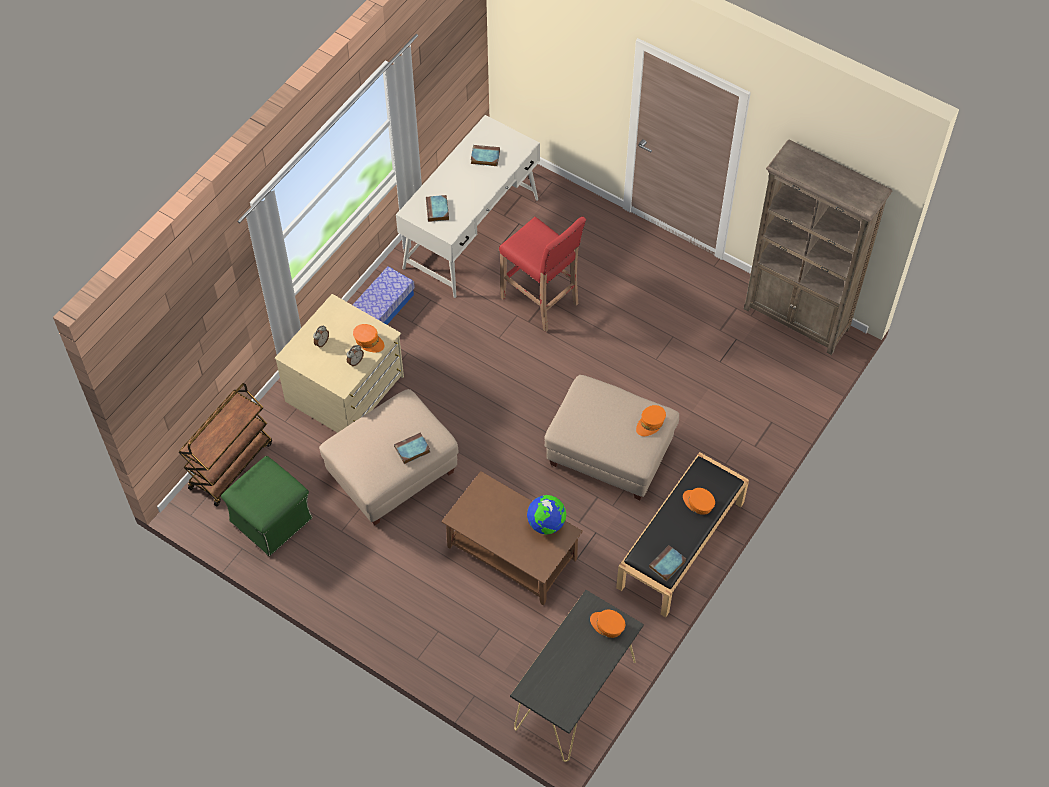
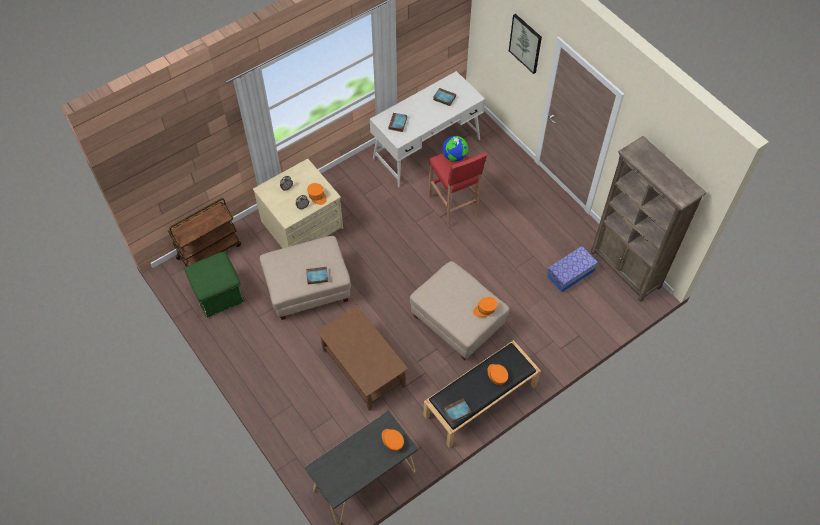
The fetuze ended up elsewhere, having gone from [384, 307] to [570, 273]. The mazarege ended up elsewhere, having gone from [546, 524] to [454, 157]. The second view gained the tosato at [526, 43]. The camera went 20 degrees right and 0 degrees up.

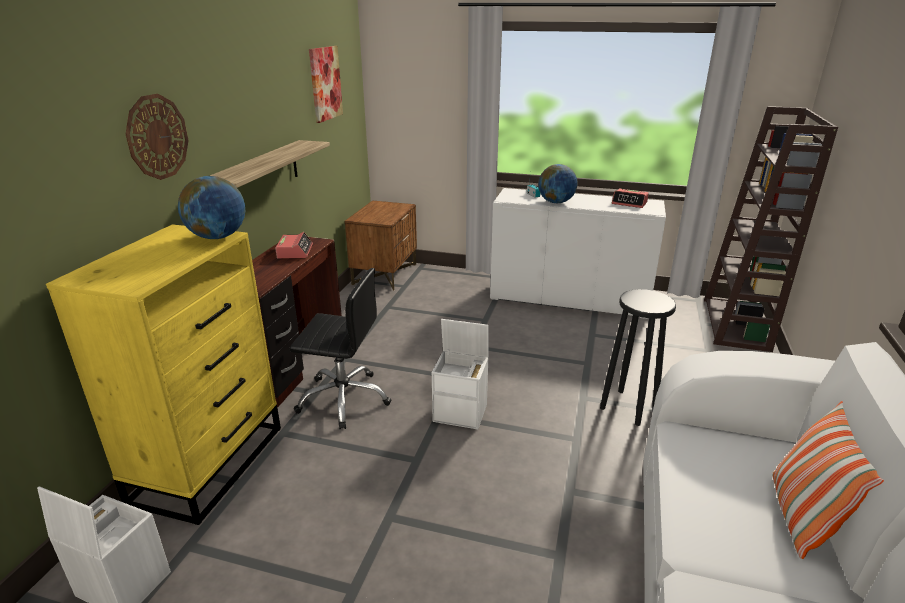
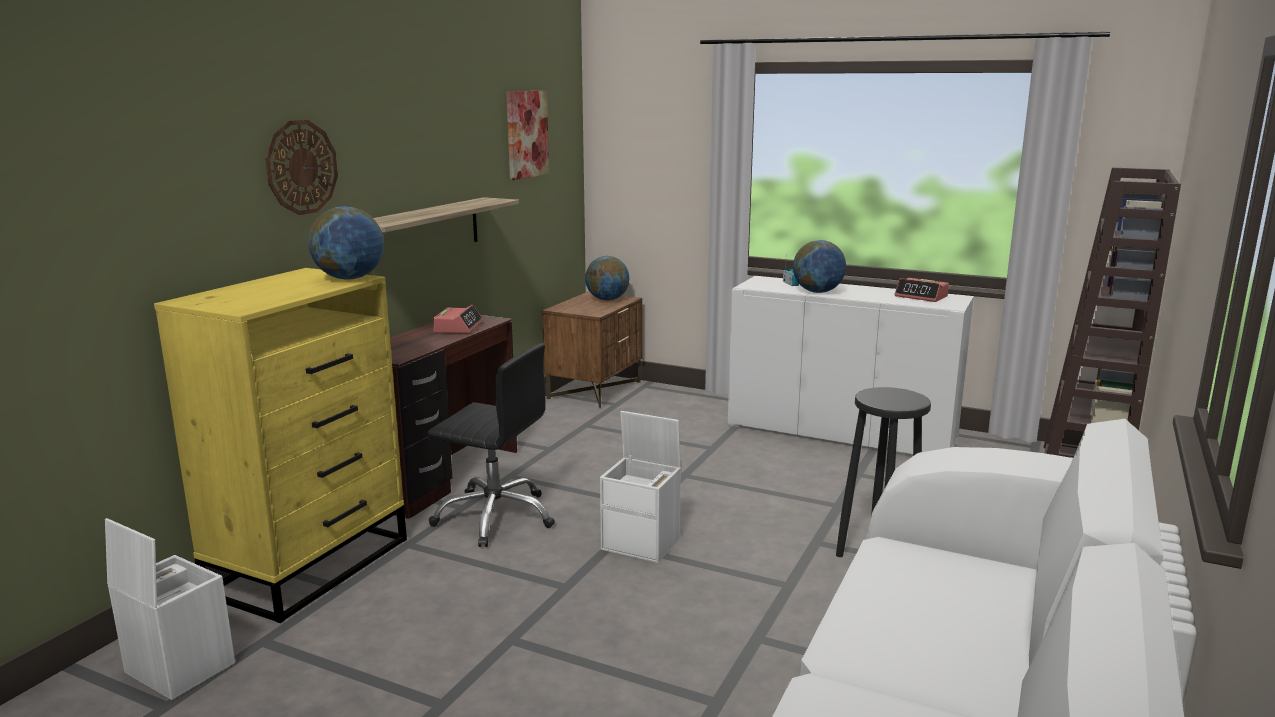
The second view lost the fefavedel at [801, 517]. The second view gained the mazarege at [607, 299]. The camera went 10 degrees right and 10 degrees down.

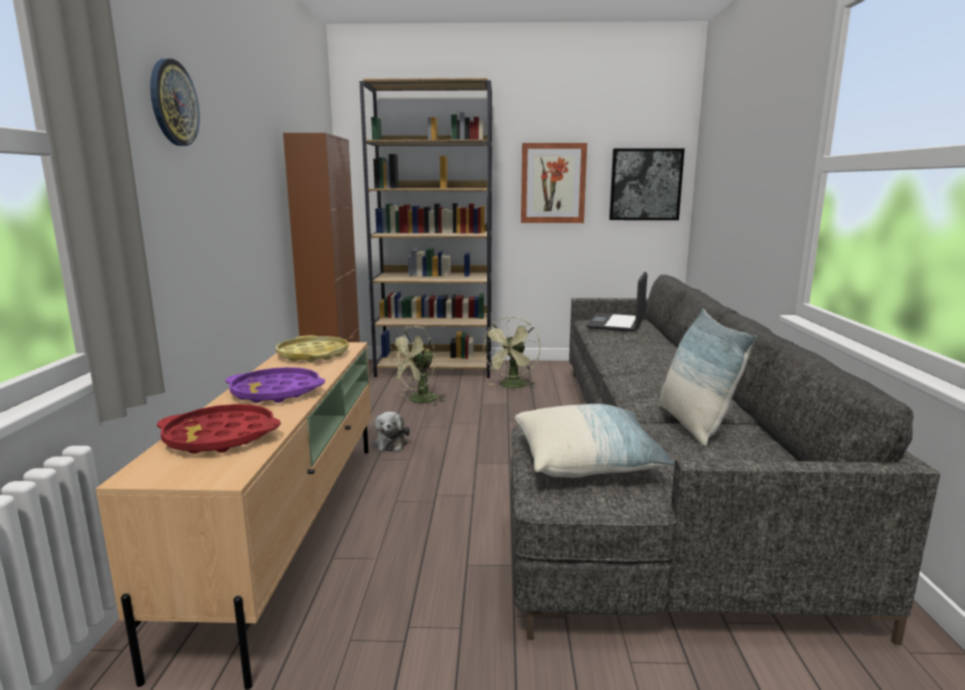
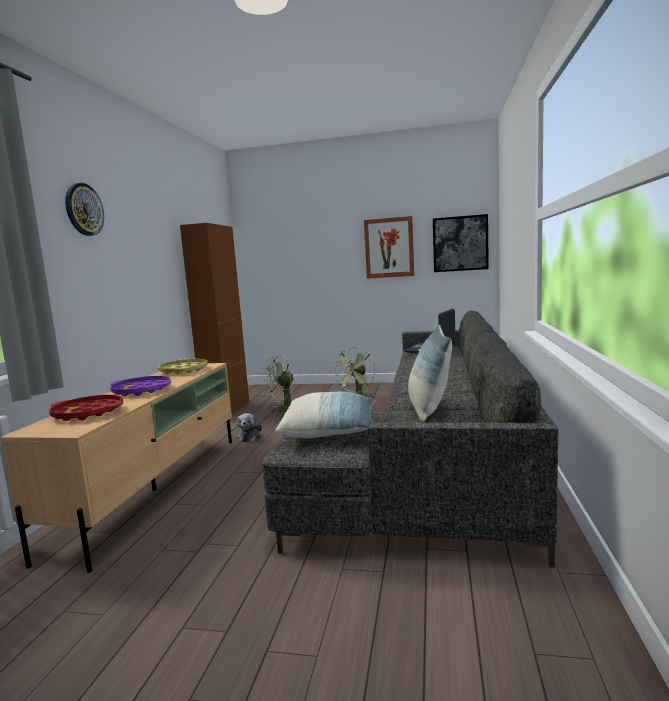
The second view lost the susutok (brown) at [435, 368]. The camera went 10 degrees right and 5 degrees down.

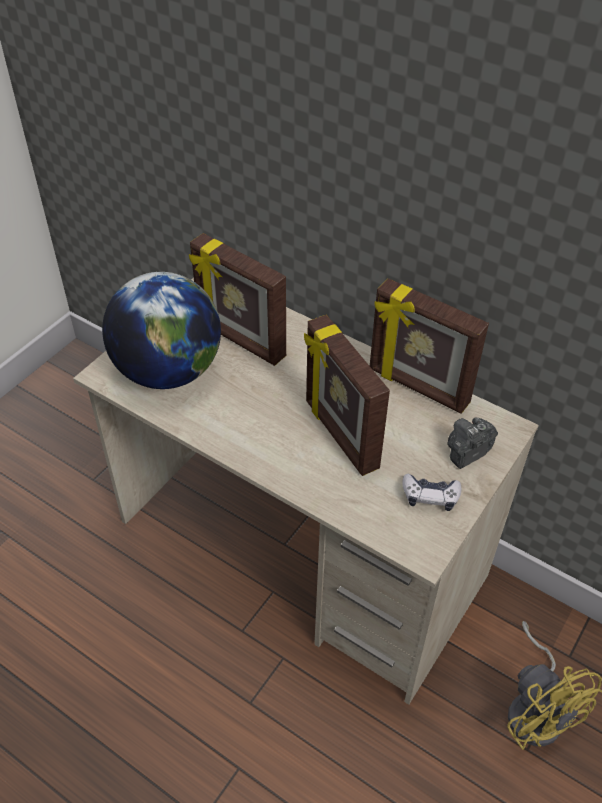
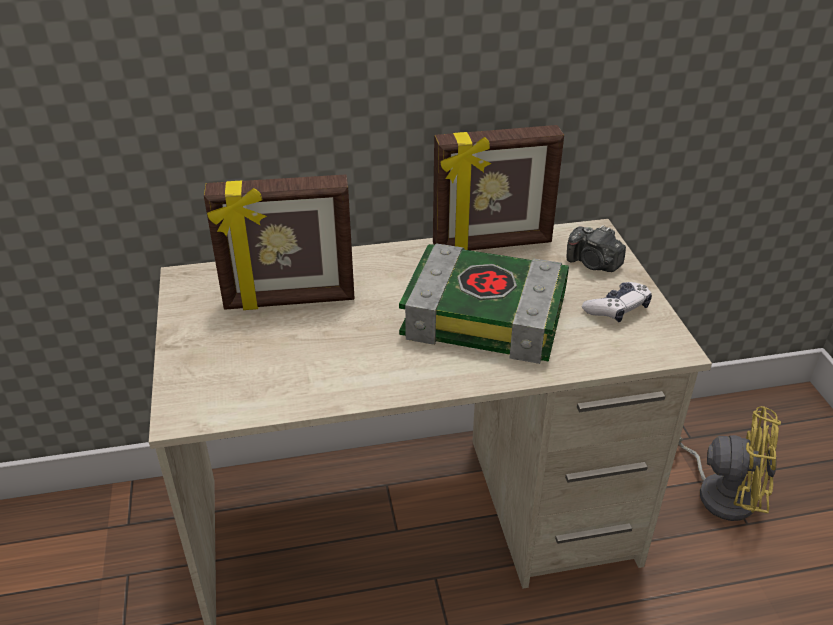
The second view lost the mazarege at [168, 371]. Where the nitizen stood at [339, 435], the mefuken came to stand at [487, 314]. The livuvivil at [467, 452] ended up facing another way, 60 degrees counterclockwise from before. The camera went 45 degrees left and 10 degrees down.

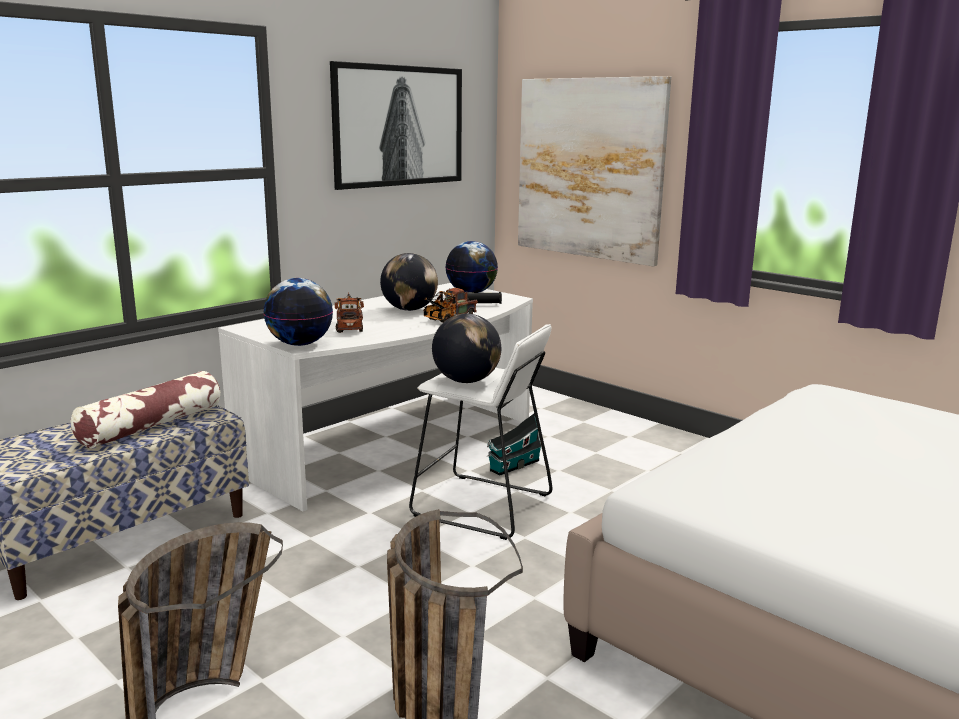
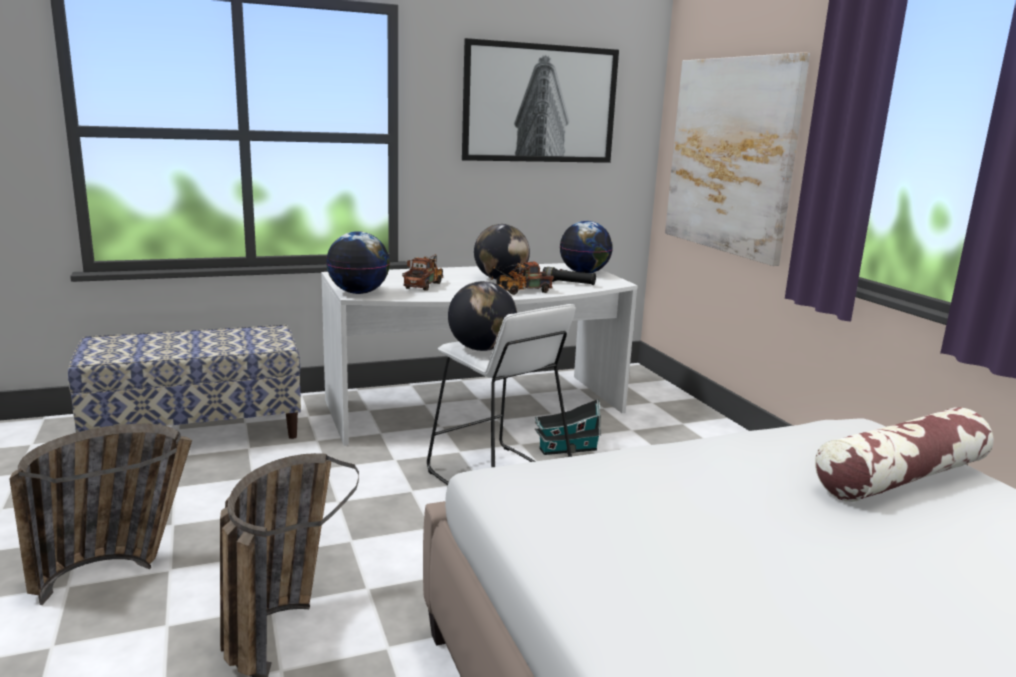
The fefavedel ended up elsewhere, having gone from [151, 426] to [901, 477]. The camera went 25 degrees right and 0 degrees up.

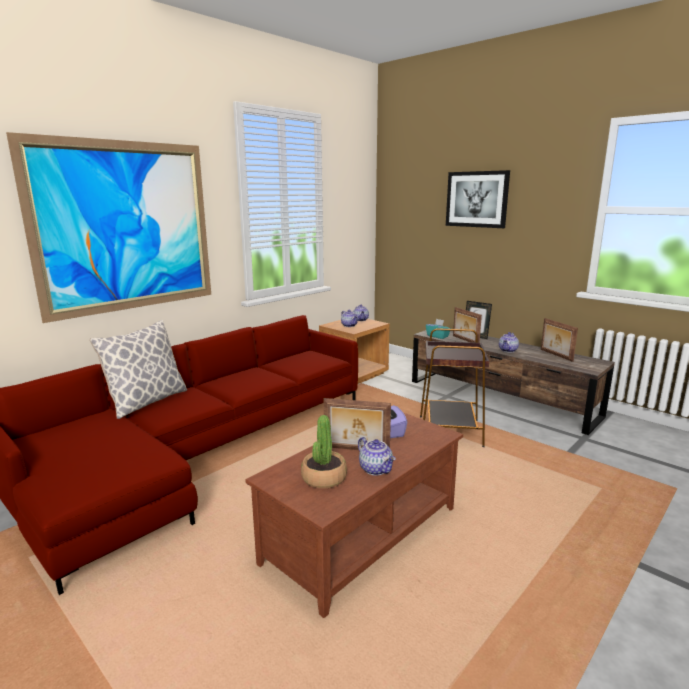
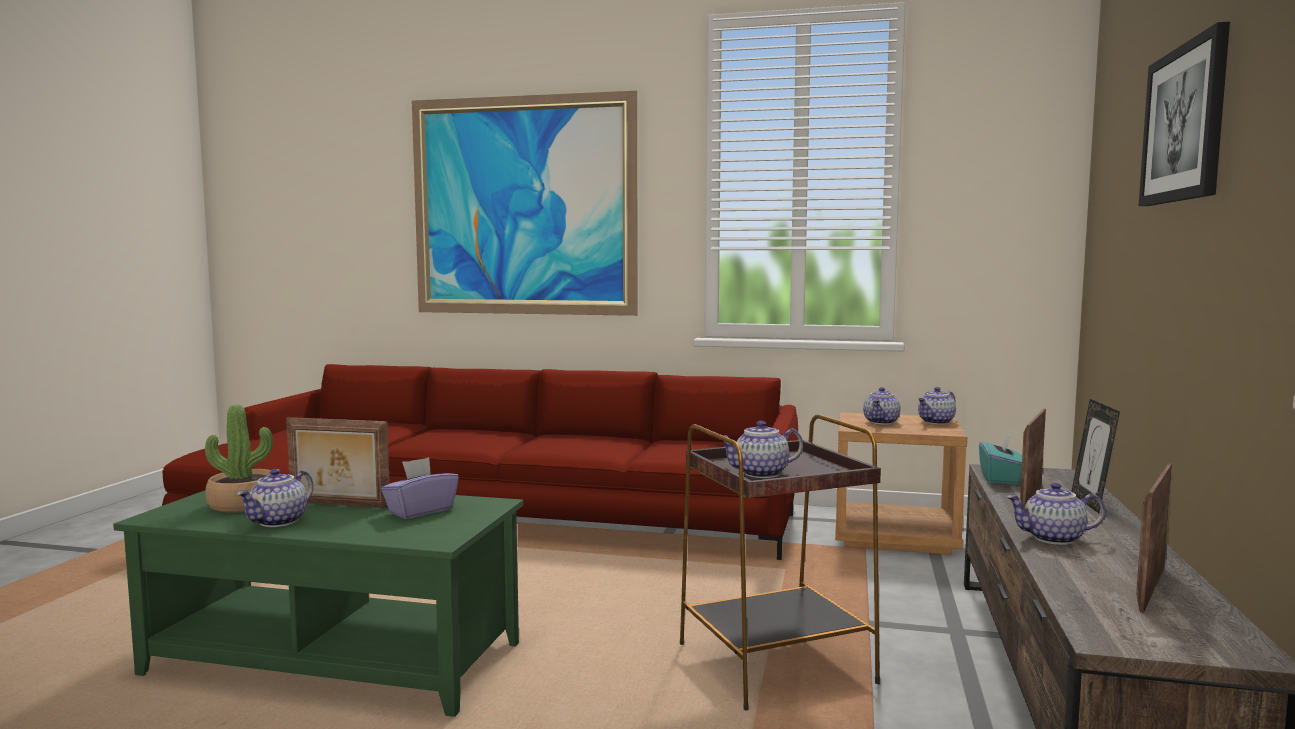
The second view lost the fefavedel at [147, 402]. What was the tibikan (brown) at [361, 534] turned into the tibikan (green) at [337, 659]. The nitizen at [356, 450] ended up facing another way, 60 degrees counterclockwise from before. The second view gained the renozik at [760, 473]. The camera went 60 degrees right and 10 degrees down.

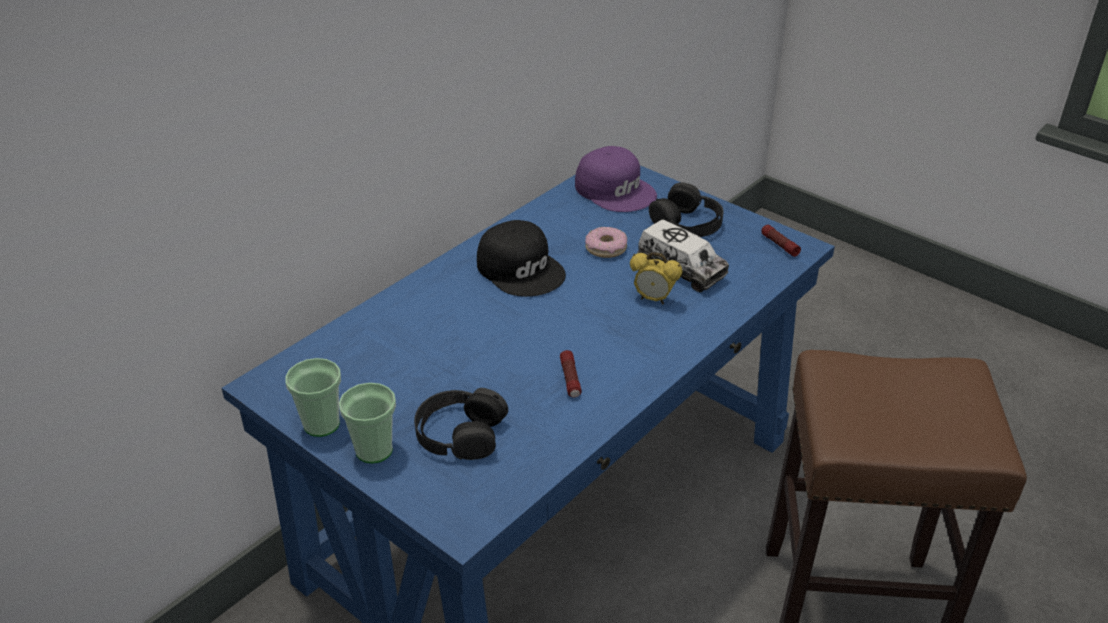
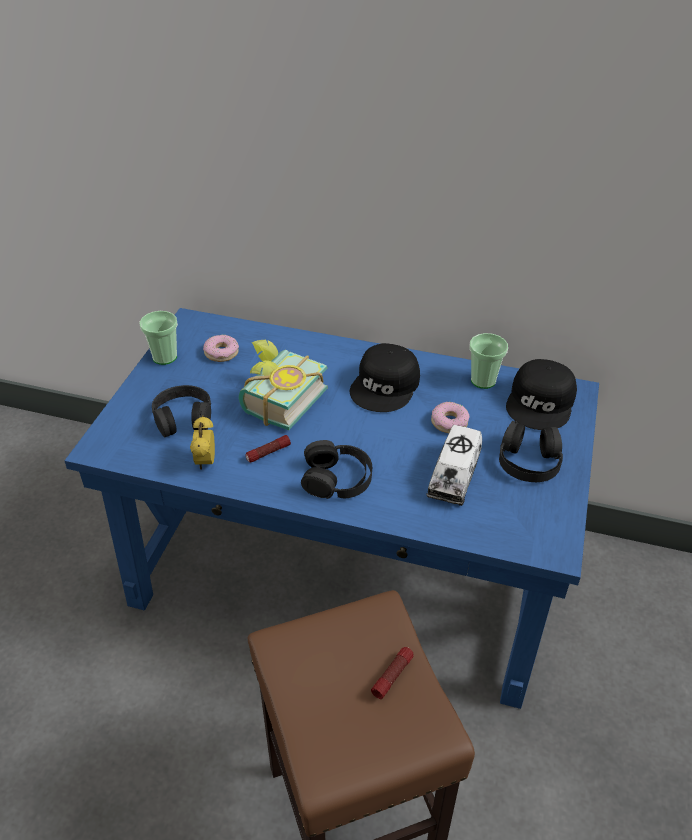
The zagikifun ended up elsewhere, having gone from [374, 450] to [483, 380]. What was the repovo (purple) at [615, 189] turned into the repovo (black) at [541, 402]. The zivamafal ended up elsewhere, having gone from [653, 299] to [205, 462]. The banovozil ended up elsewhere, having gone from [779, 245] to [392, 676]. The second view gained the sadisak at [221, 353]. The second view gained the mefuken at [277, 400]. The second view gained the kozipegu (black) at [337, 478]. The camera went 65 degrees right and 5 degrees up.

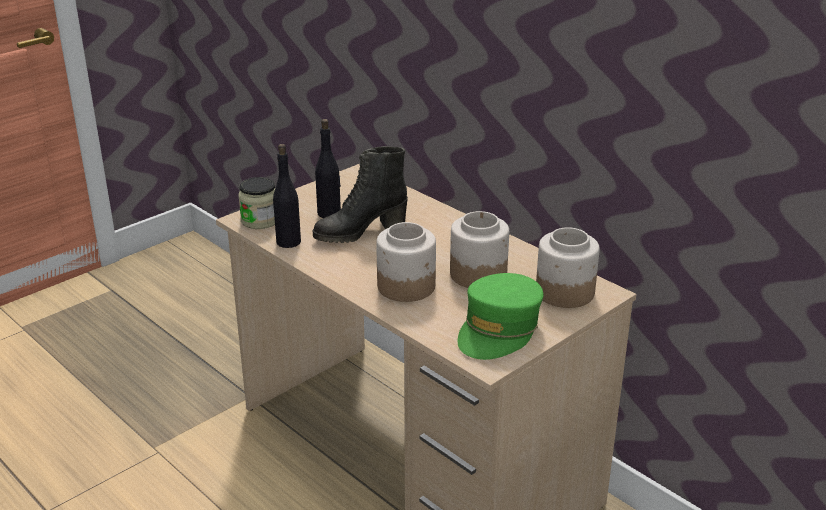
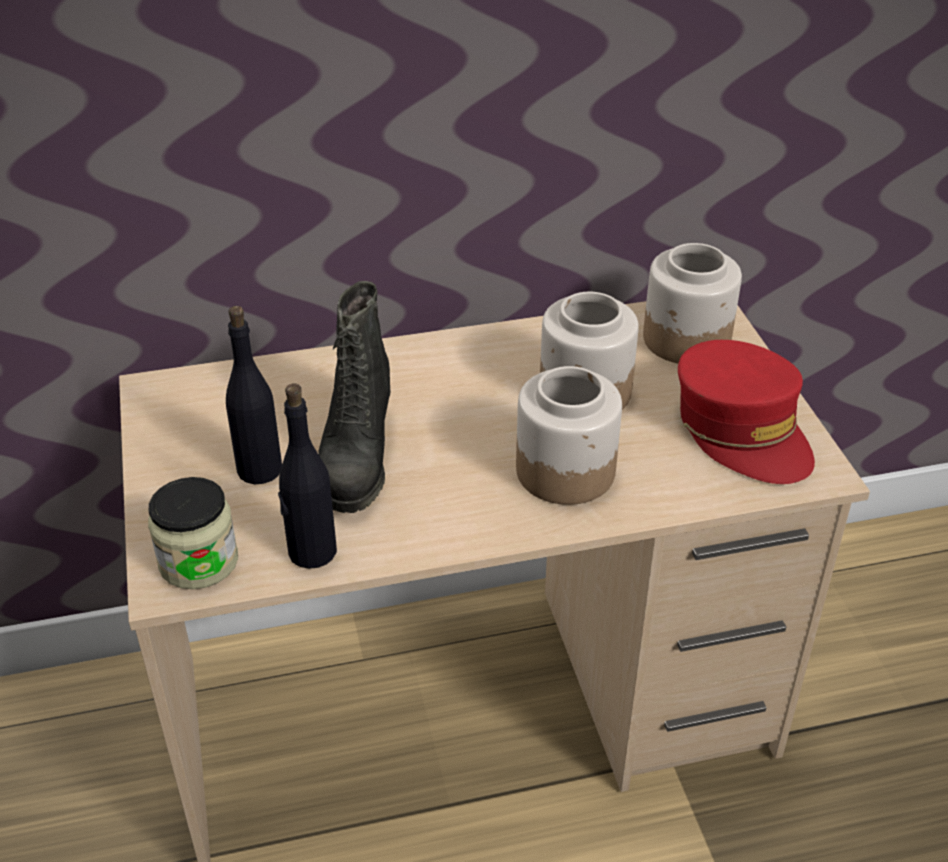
What was the repovo (green) at [499, 330] turned into the repovo (red) at [742, 430]. The camera went 60 degrees left and 10 degrees up.

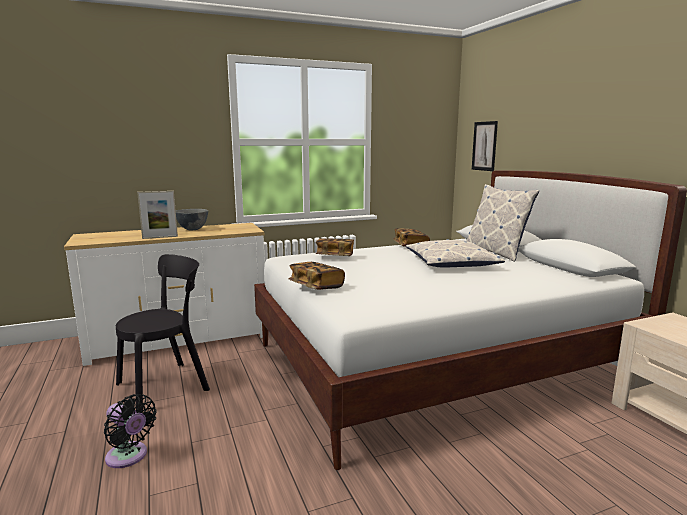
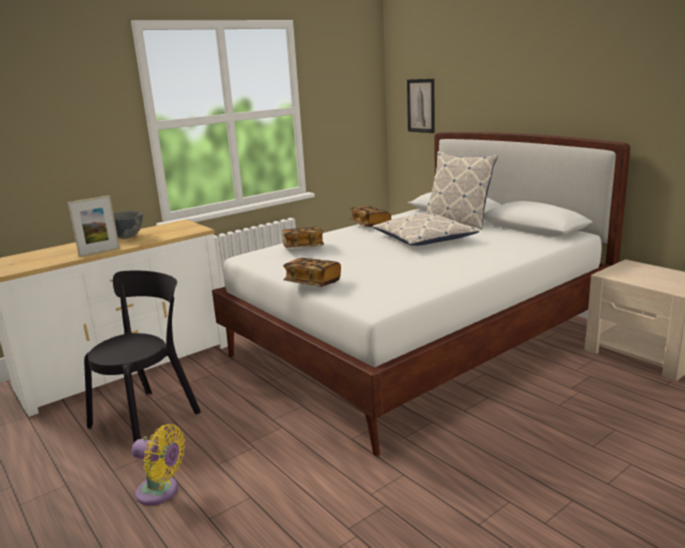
What was the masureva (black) at [129, 457] turned into the masureva (yellow) at [161, 492]. The camera went 15 degrees left and 5 degrees up.

